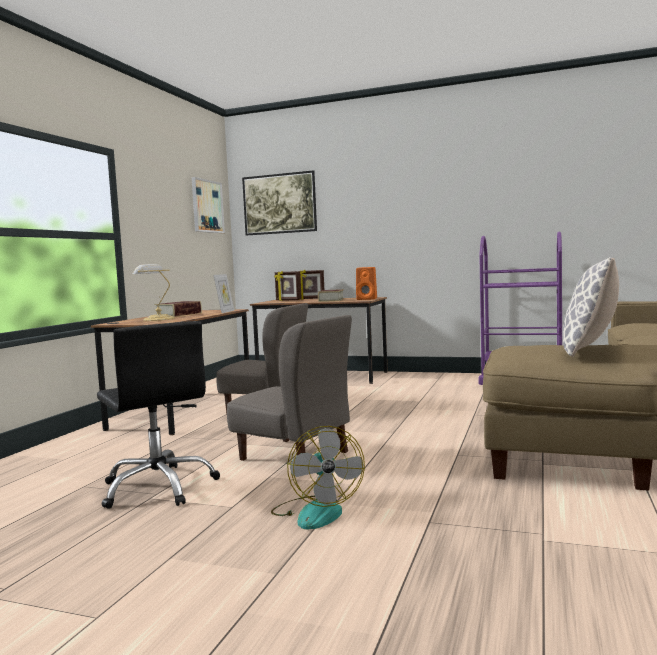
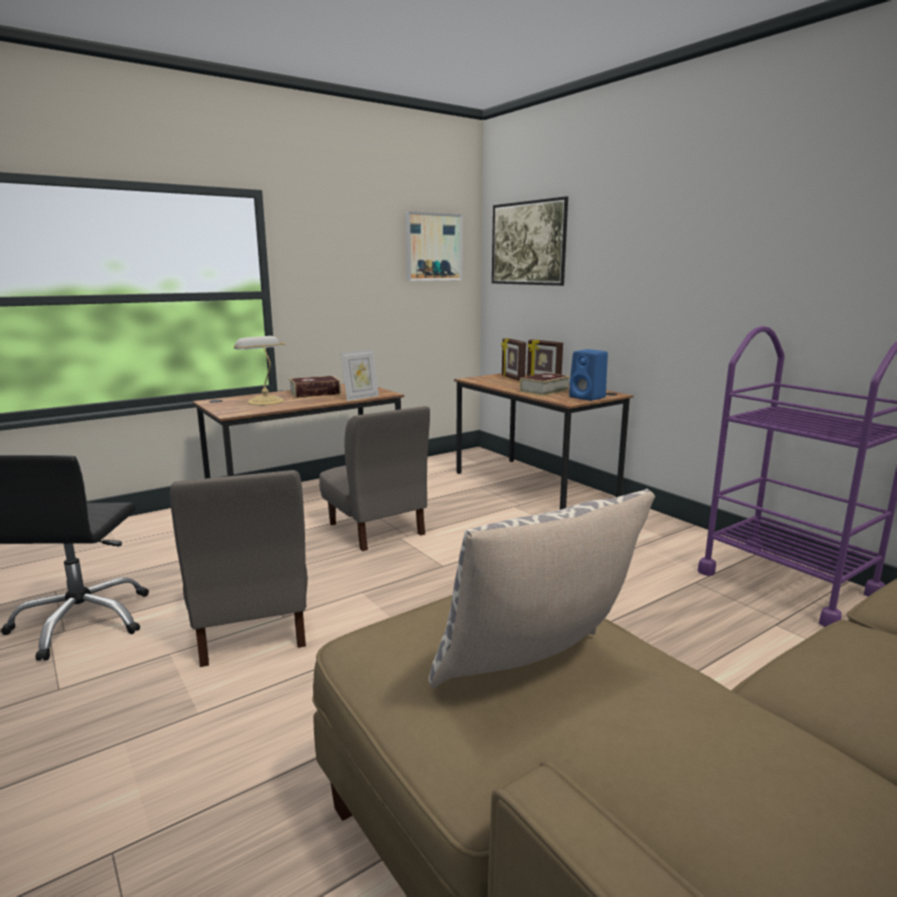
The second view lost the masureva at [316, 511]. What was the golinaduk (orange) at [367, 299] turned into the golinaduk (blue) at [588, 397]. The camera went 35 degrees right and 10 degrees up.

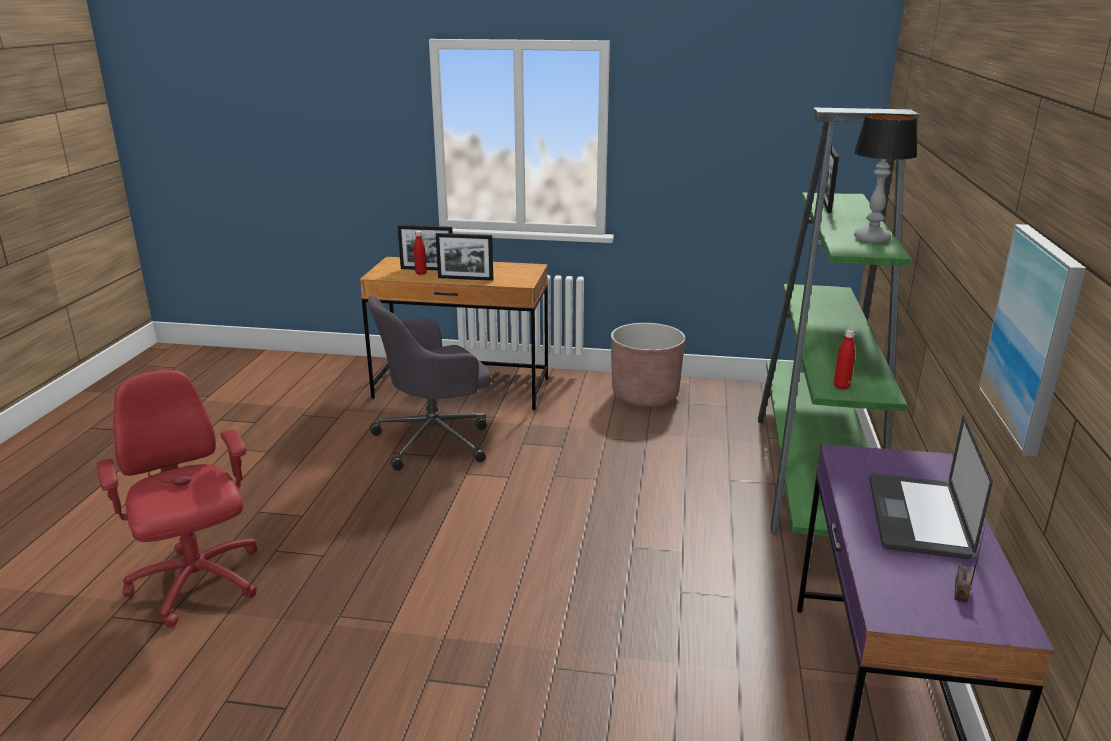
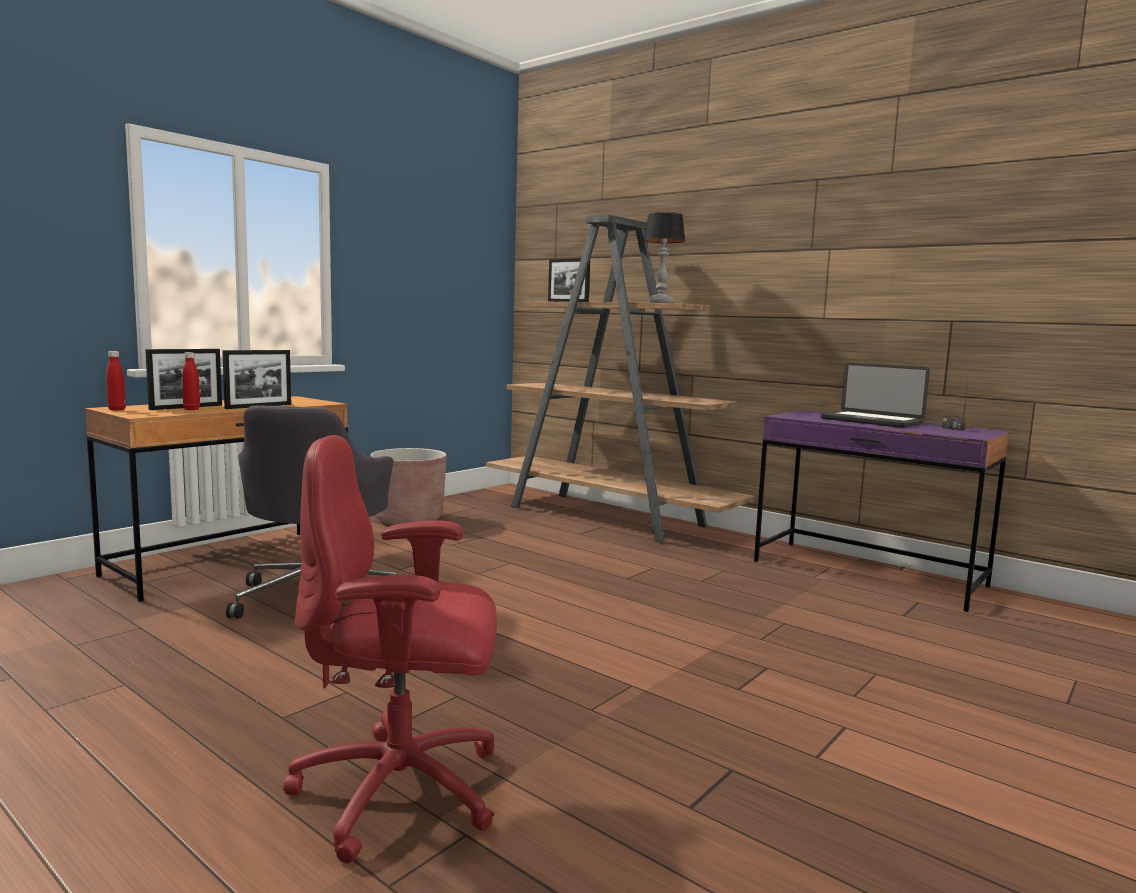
What was the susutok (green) at [815, 476] turned into the susutok (brown) at [609, 517]. The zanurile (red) ended up elsewhere, having gone from [841, 387] to [117, 409]. The second view lost the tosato at [1032, 336]. The camera went 60 degrees left and 15 degrees down.

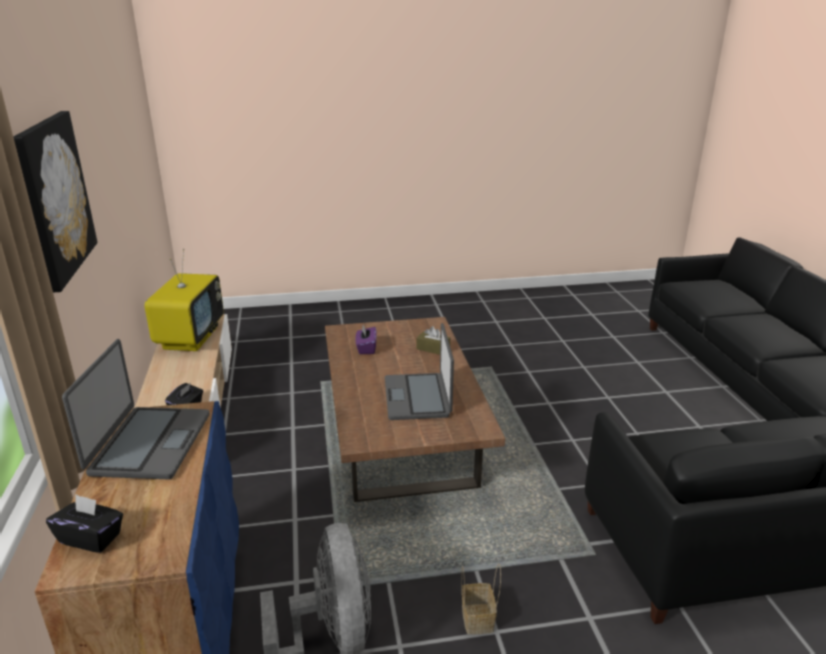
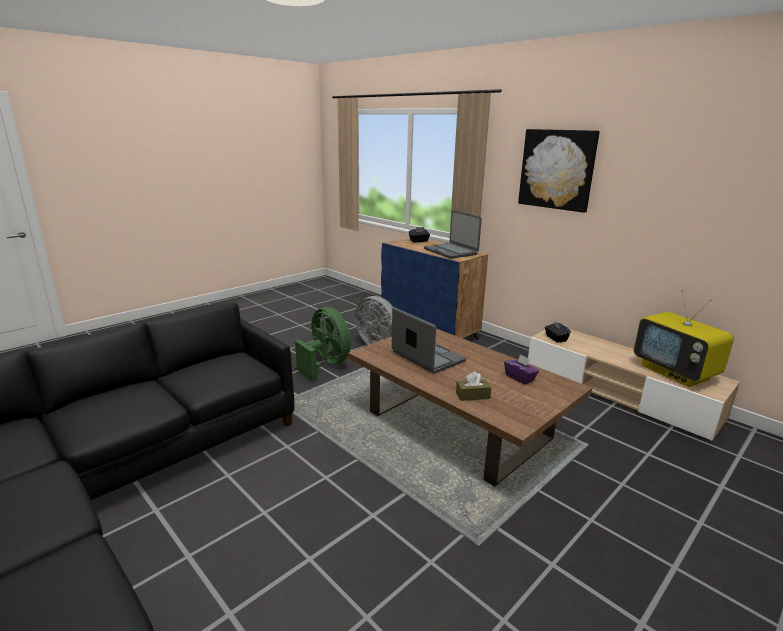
Where the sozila stood at [478, 619], the masureva (green) came to stand at [325, 364]. The camera went 145 degrees right and 5 degrees down.

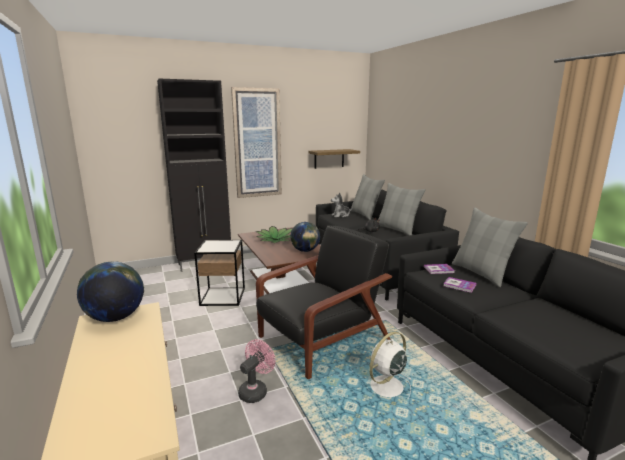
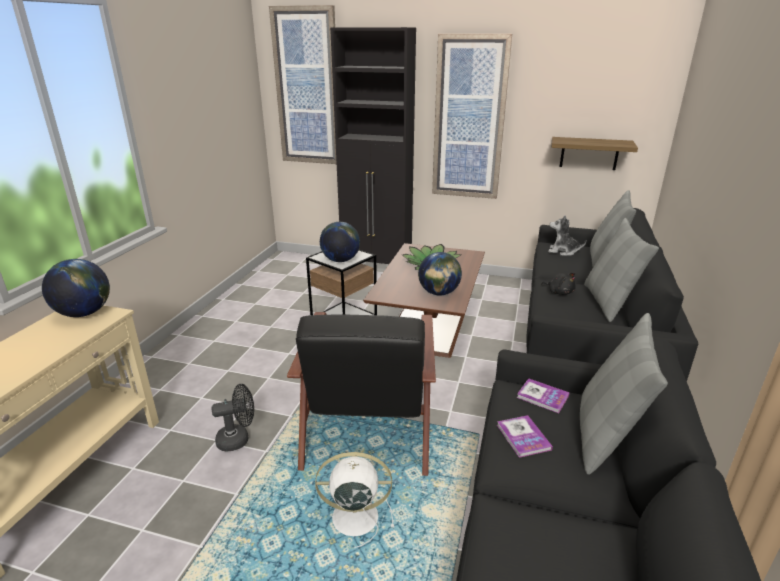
What was the masureva (pink) at [255, 390] turned into the masureva (black) at [238, 439]. The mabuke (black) at [321, 339] ended up facing another way, 90 degrees clockwise from before. The second view gained the tosato at [307, 88]. The second view gained the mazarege at [340, 260]. The camera went 40 degrees right and 10 degrees up.

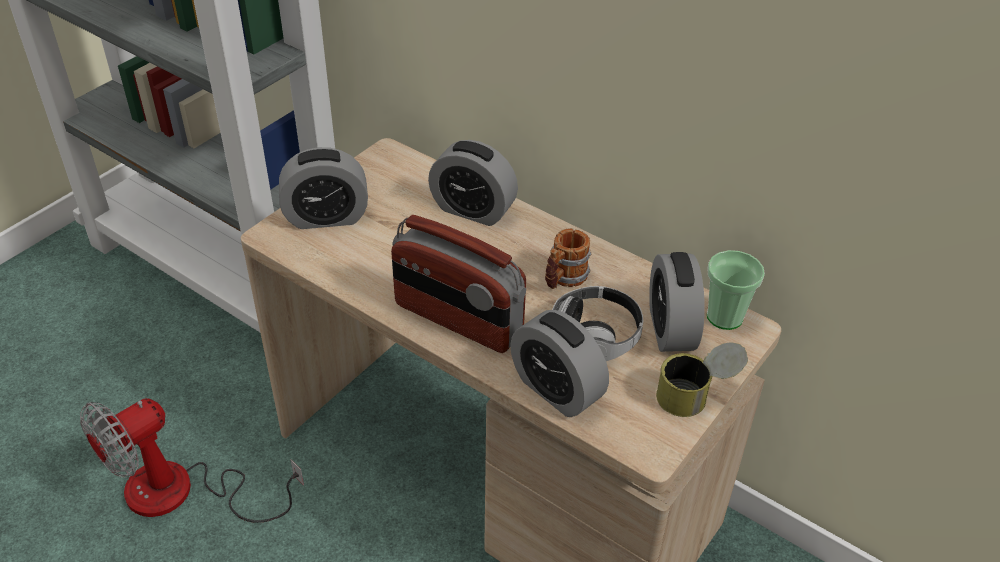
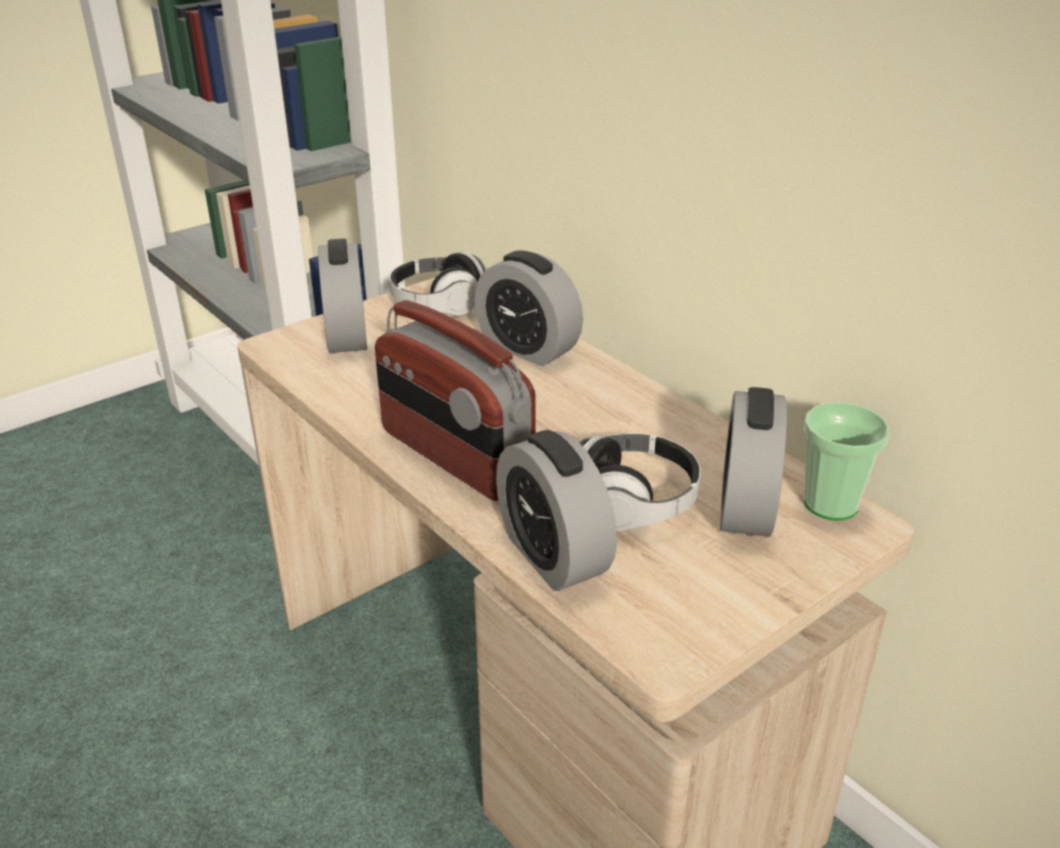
The second view lost the masureva at [182, 493]. The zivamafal at [326, 217] ended up facing another way, 105 degrees counterclockwise from before. The second view lost the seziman at [563, 279]. The second view lost the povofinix at [696, 396]. The second view gained the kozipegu at [438, 304]. The camera went 15 degrees right and 10 degrees down.

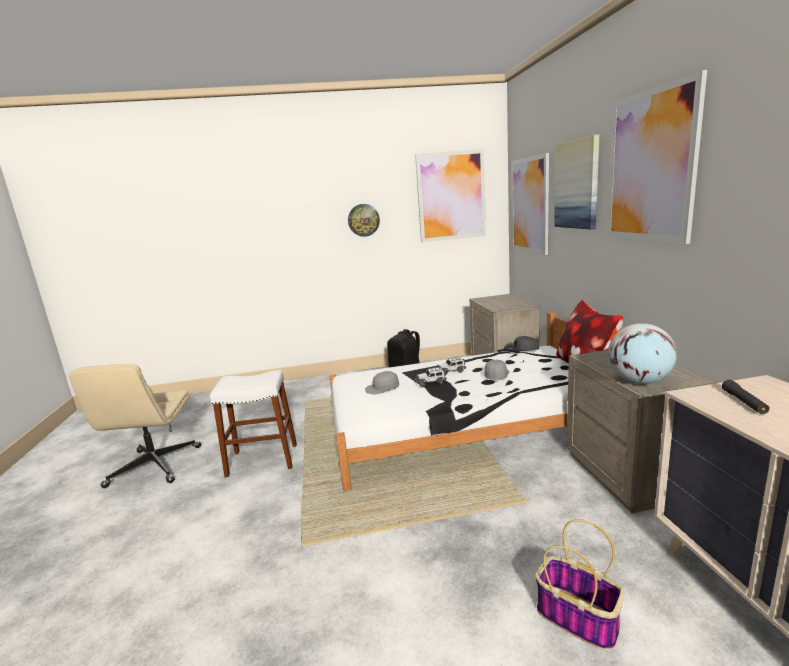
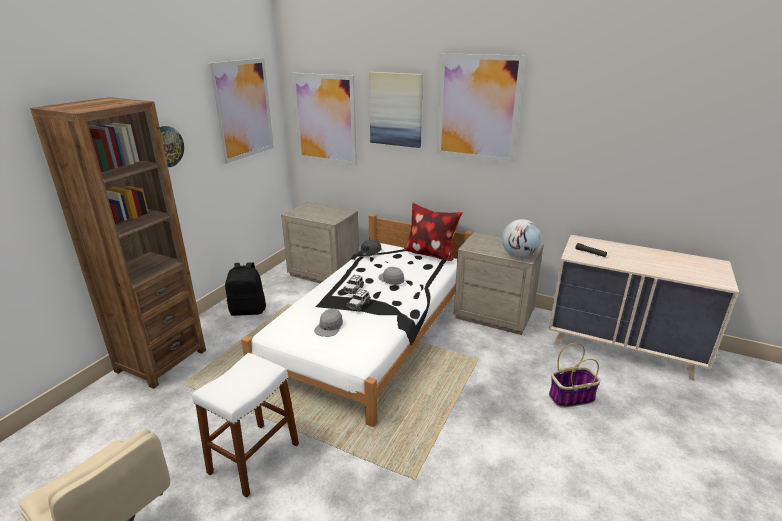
The second view gained the susutok (brown) at [161, 360]. The camera went 55 degrees left and 10 degrees up.

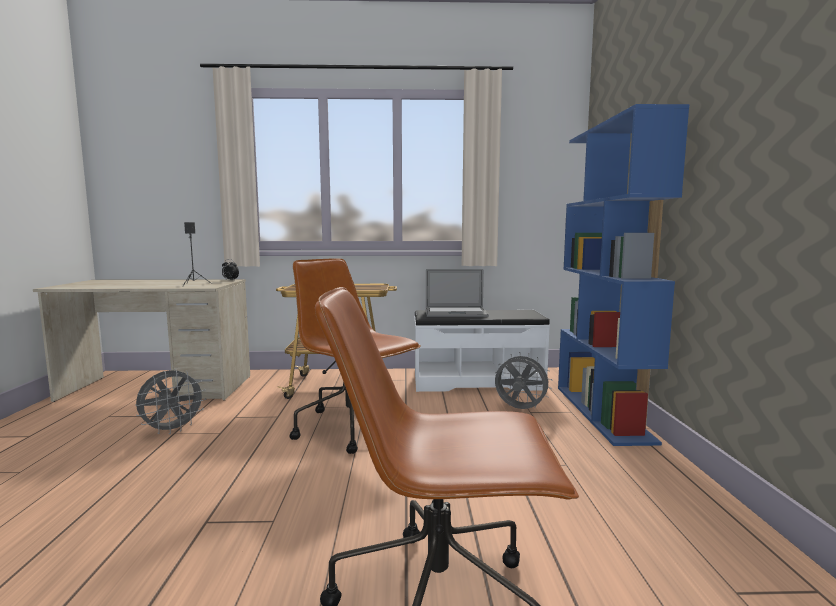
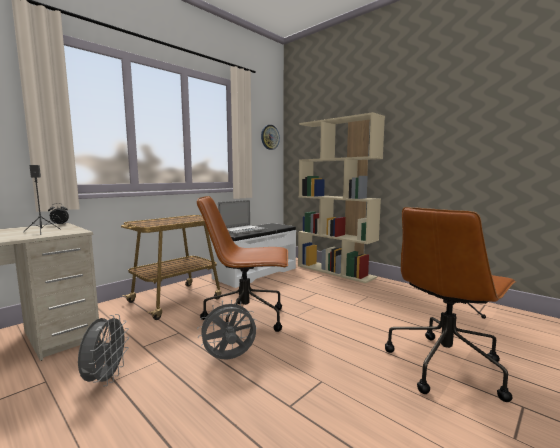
The masureva (grey) ended up elsewhere, having gone from [520, 410] to [229, 359]. What was the susutok (blue) at [603, 413] turned into the susutok (beige) at [335, 271]. The second view gained the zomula at [270, 137]. The camera went 45 degrees left and 0 degrees up.

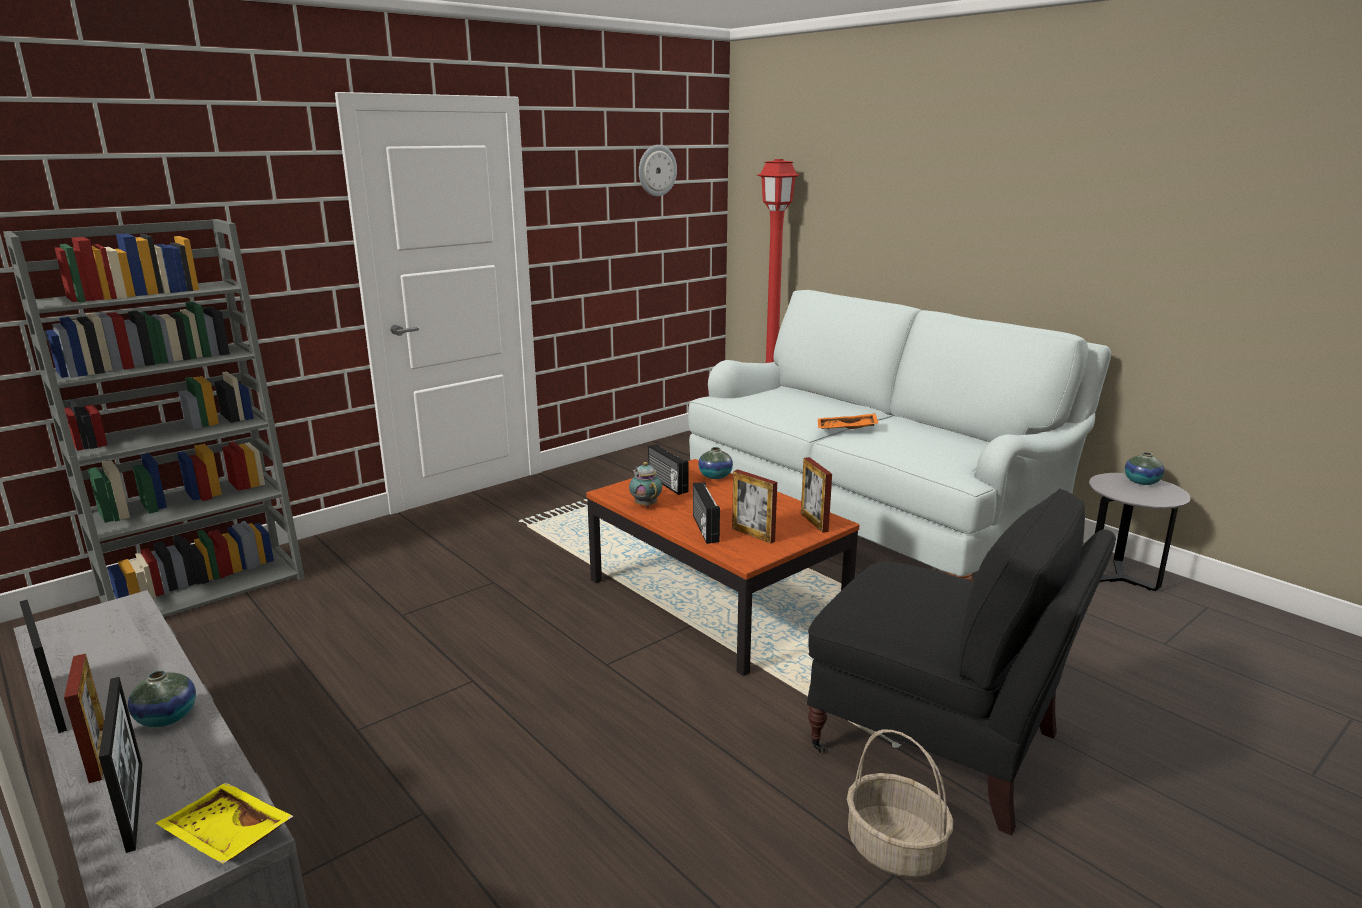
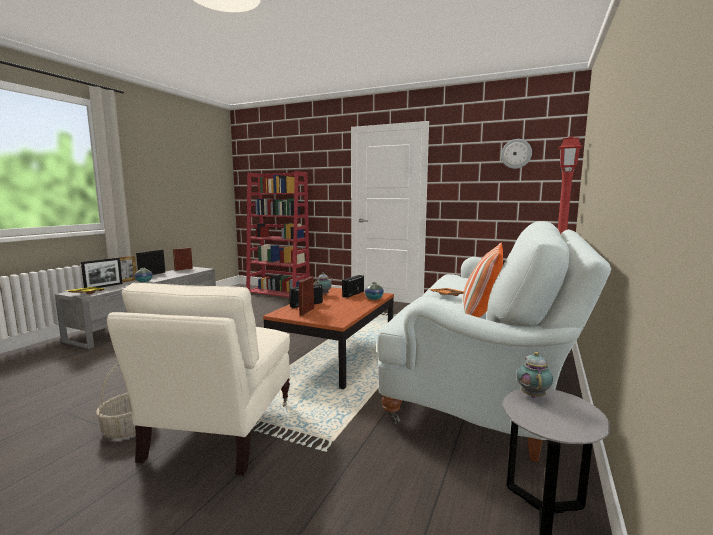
What was the susutok (grey) at [206, 587] turned into the susutok (red) at [279, 293]. The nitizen ended up elsewhere, having gone from [814, 522] to [183, 269]. What was the mabuke (black) at [940, 745] turned into the mabuke (beige) at [219, 431]. The second view lost the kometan at [1141, 482]. The second view gained the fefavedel at [480, 315]. The second view gained the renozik at [532, 395]. The camera went 65 degrees right and 10 degrees down.

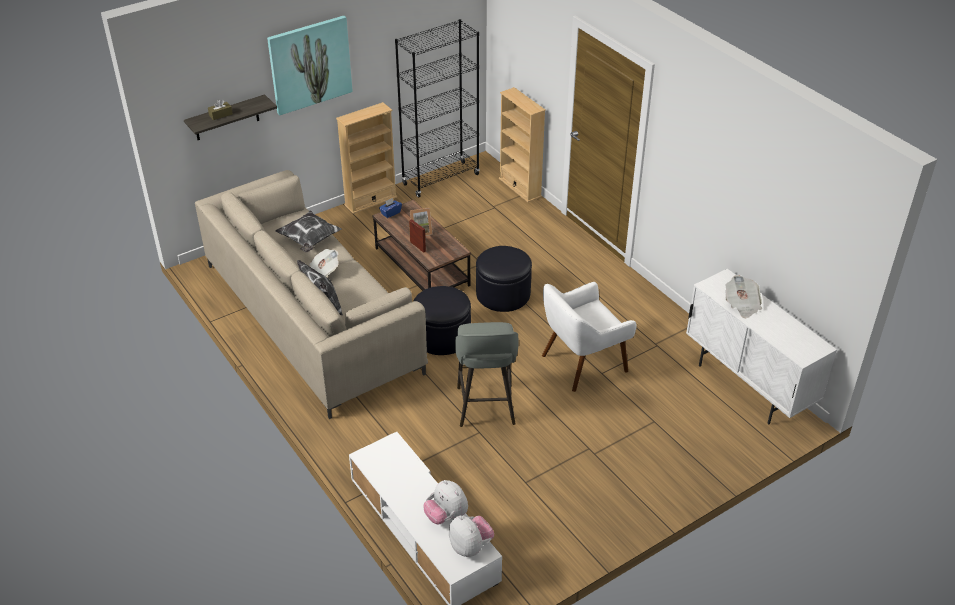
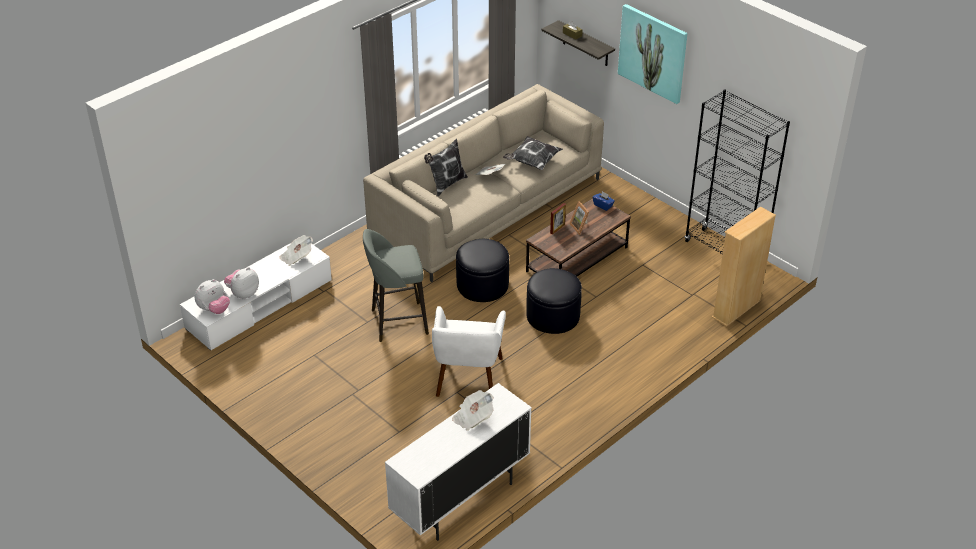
The second view lost the susutok (beige) at [370, 201]. The mabuke (white) at [582, 363] ended up facing another way, 135 degrees counterclockwise from before. The second view gained the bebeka at [297, 257]. The camera went 80 degrees right and 0 degrees up.

